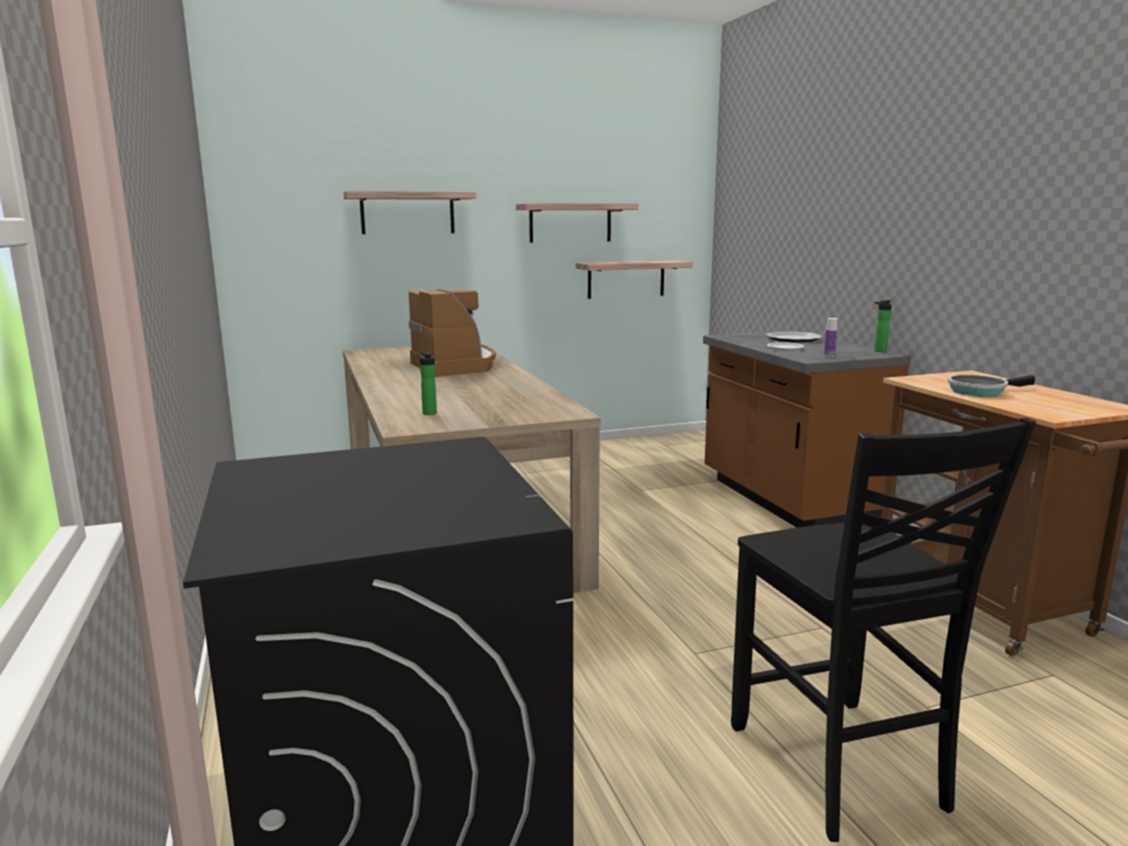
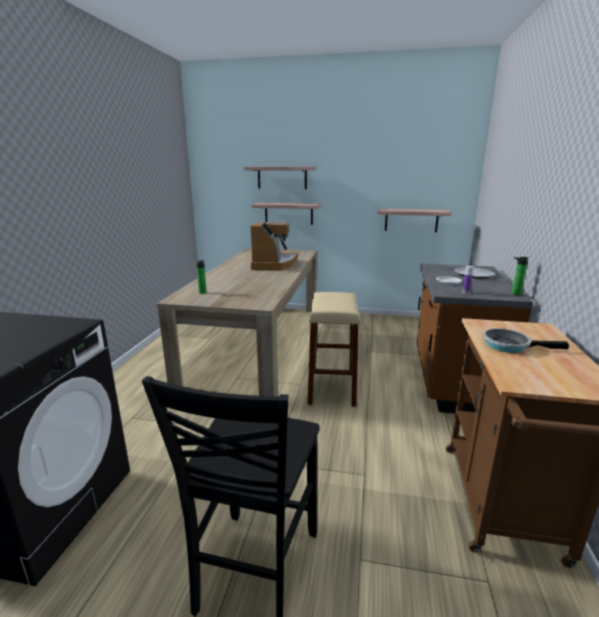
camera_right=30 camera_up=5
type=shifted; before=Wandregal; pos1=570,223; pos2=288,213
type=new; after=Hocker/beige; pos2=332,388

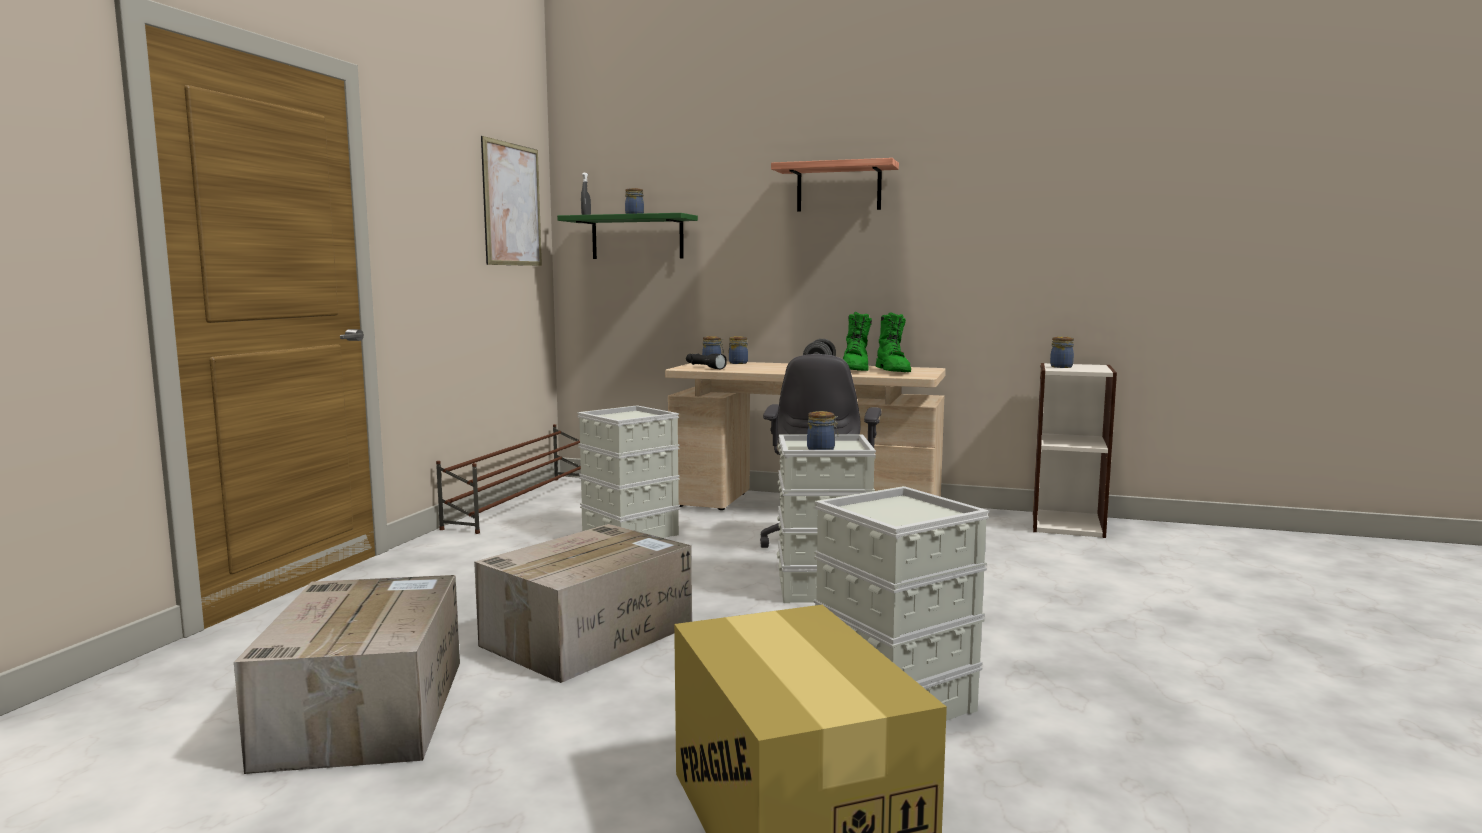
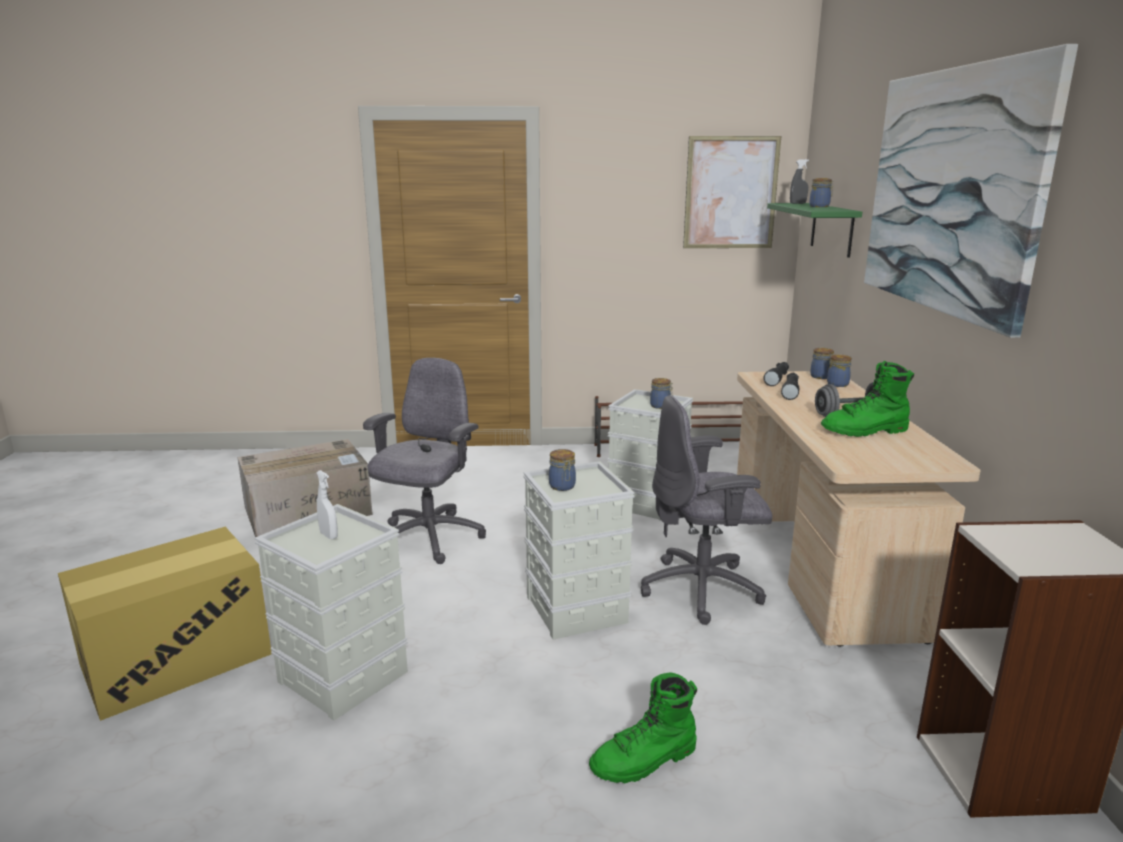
camera_right=70 camera_up=10
type=new; after=Sprühflasche/weiß; pos2=329,535
type=swapped; before=Karton; after=Bürostuhl/grau; pos1=590,634; pos2=428,539
type=shifted; before=Stiefel/grün; pos1=893,371; pos2=645,761
type=shifted; before=Vorratsglas; pos1=1061,367; pos2=661,406
type=new; after=Taschenlampe/schwarz; pos2=790,392
type=swapped; before=Wandregal; after=Bild; pos1=838,187; pos2=950,191

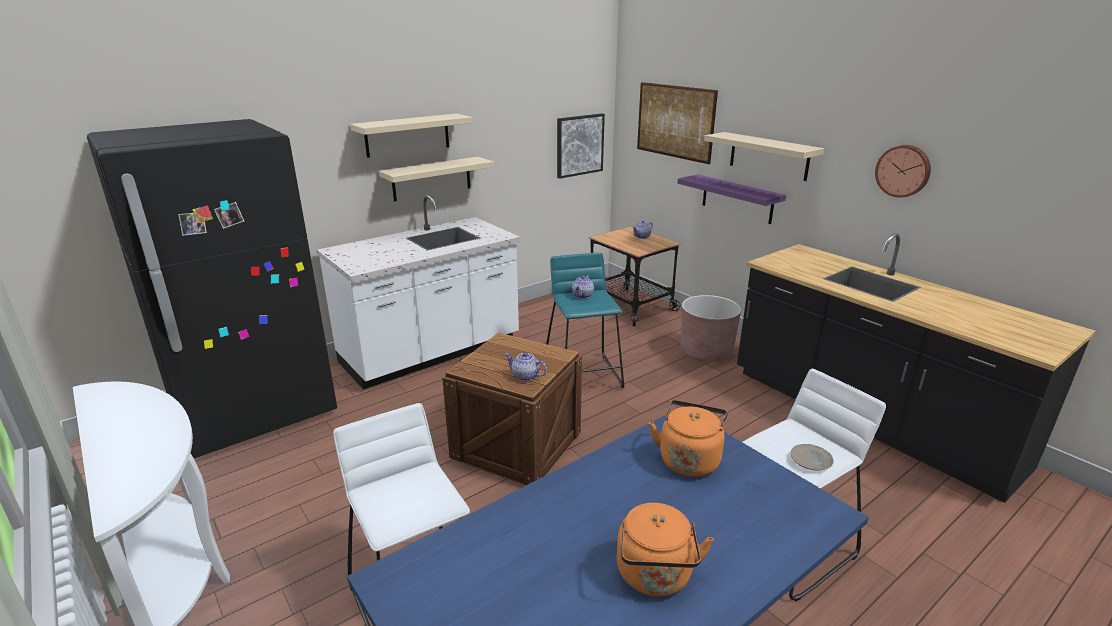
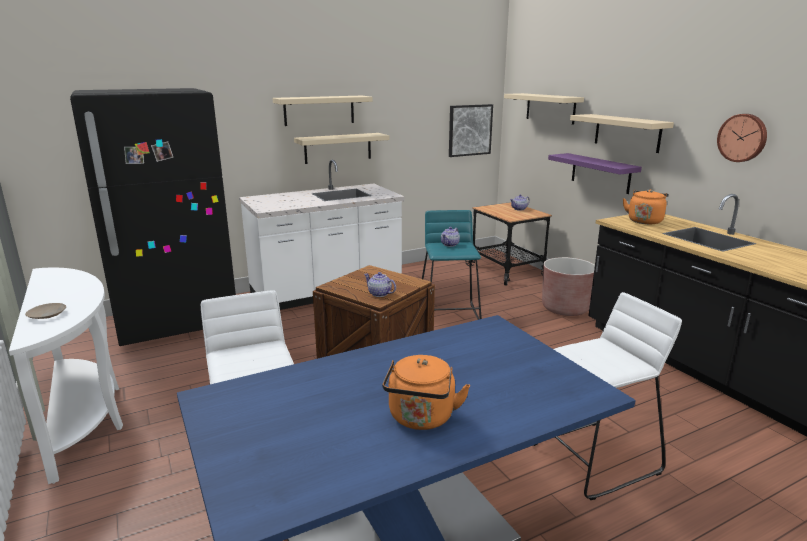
camera_right=10 camera_up=-5
type=shifted; before=Teller/beige; pos1=811,461; pos2=47,315
type=swapped; before=Bild; after=Wandregal/beige; pos1=674,121; pos2=550,108
type=shifted; before=Wasserkessel/orange; pos1=689,459; pos2=644,221

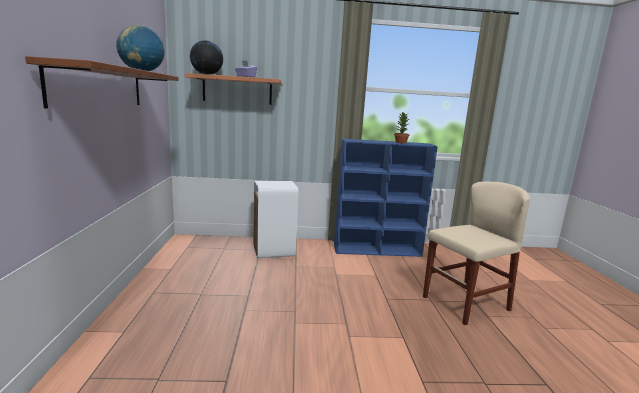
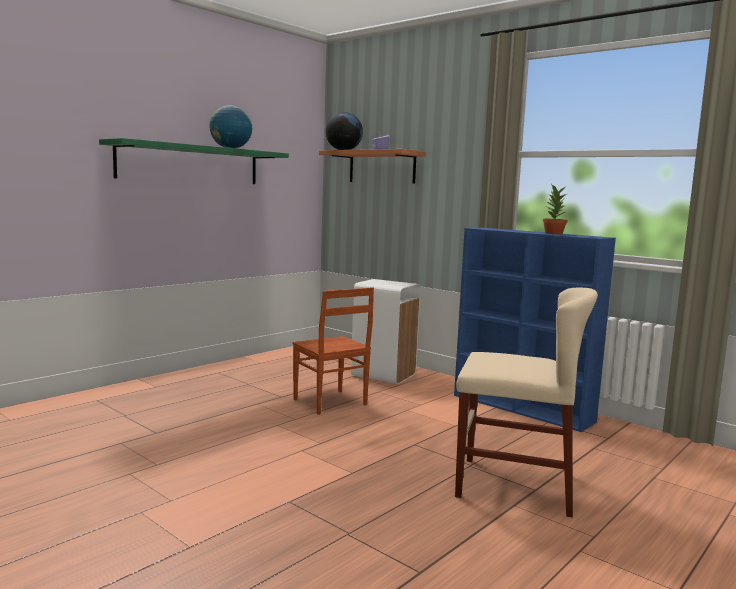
camera_right=45 camera_up=-5
type=repainted; before=Wandregal/braun; after=Wandregal/grün; pos1=100,87; pos2=190,164
type=new; after=Stuhl/braun; pos2=329,402

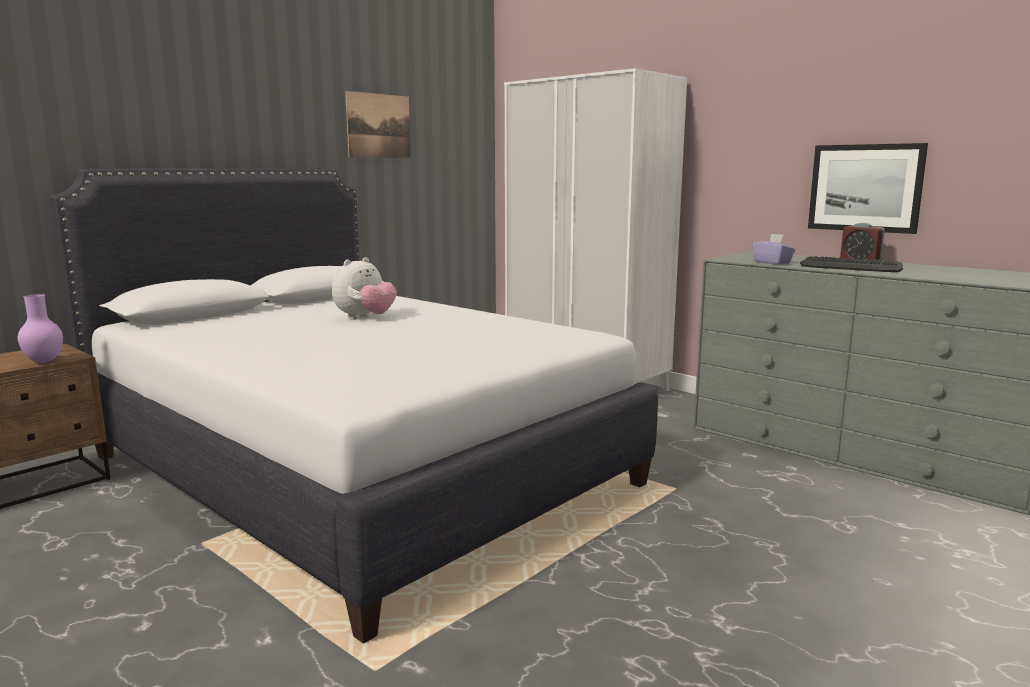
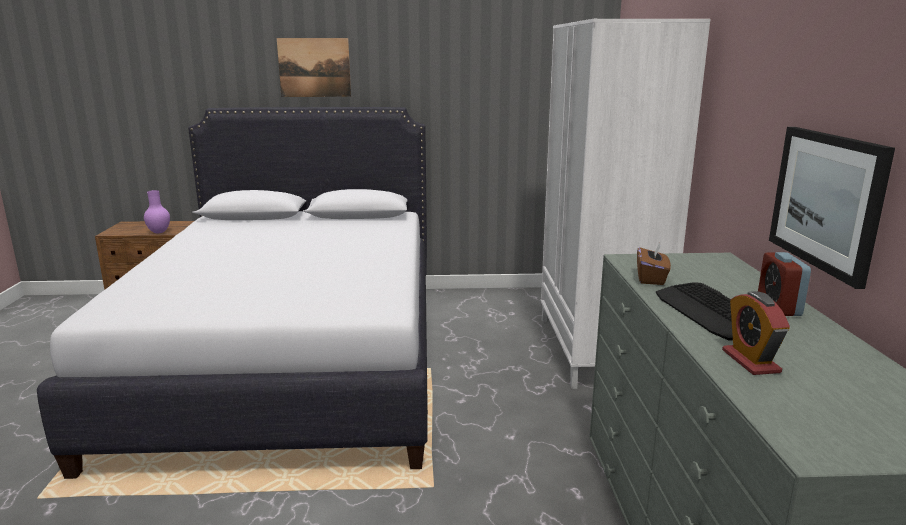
camera_right=45 camera_up=5
type=shifted; before=Bild; pos1=379,126; pos2=314,67
type=repainted; before=Taschentuchbox/lila; after=Taschentuchbox/braun; pos1=772,262; pos2=651,278
type=new; after=Wecker; pos2=750,361
type=gone; before=Plüschtier; pos1=365,318

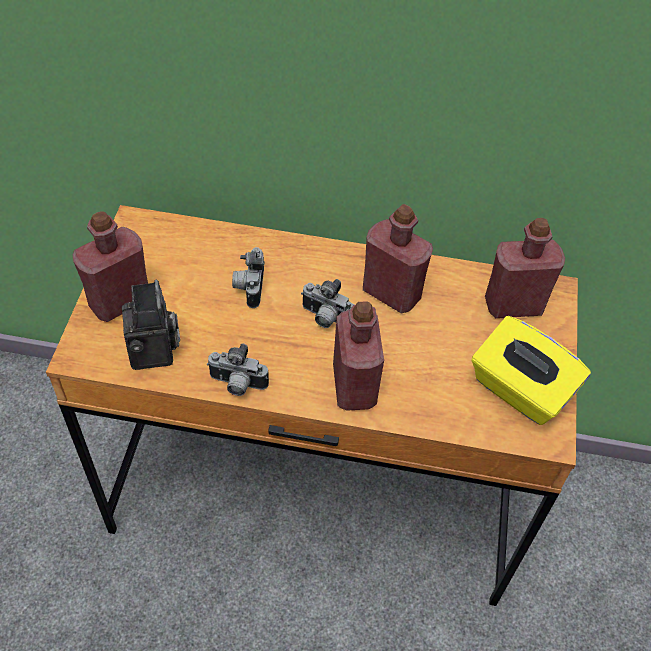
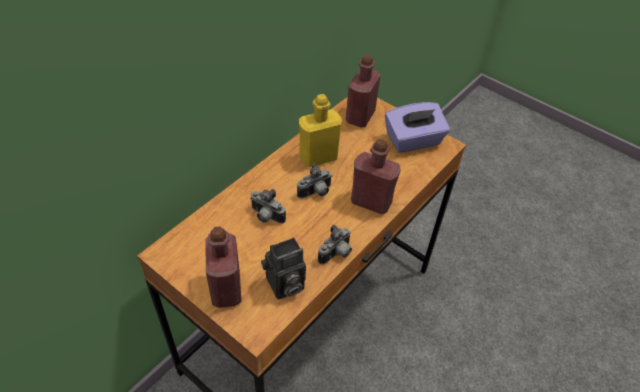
camera_right=-60 camera_up=-5
type=rotated; before=Kamera; pos1=155,353; pos2=284,286; turn=135
type=repainted; before=Flasche/rot; after=Flasche/gelb; pos1=391,293; pos2=318,157
type=repainted; before=Taschentuchbox/gelb; after=Taschentuchbox/lila; pos1=520,390; pos2=413,141

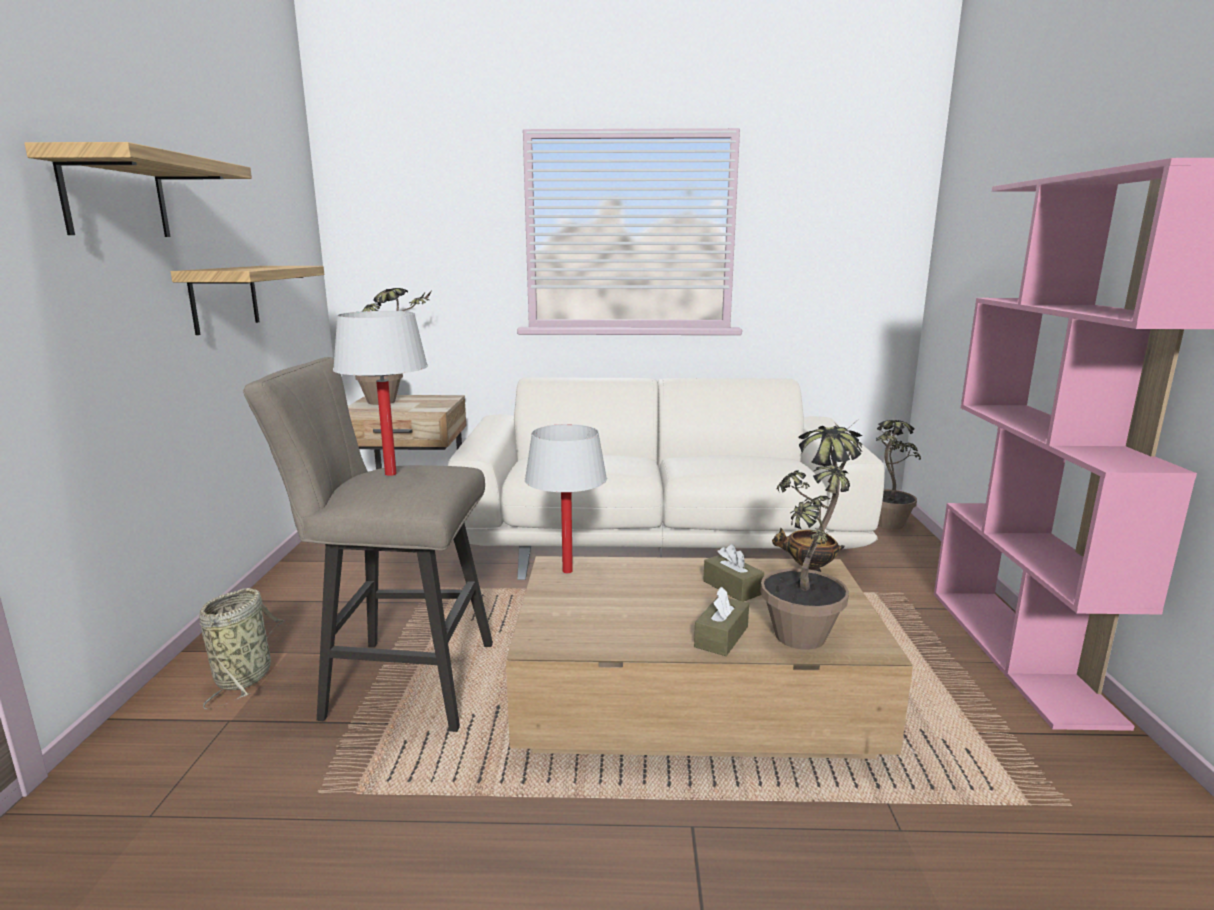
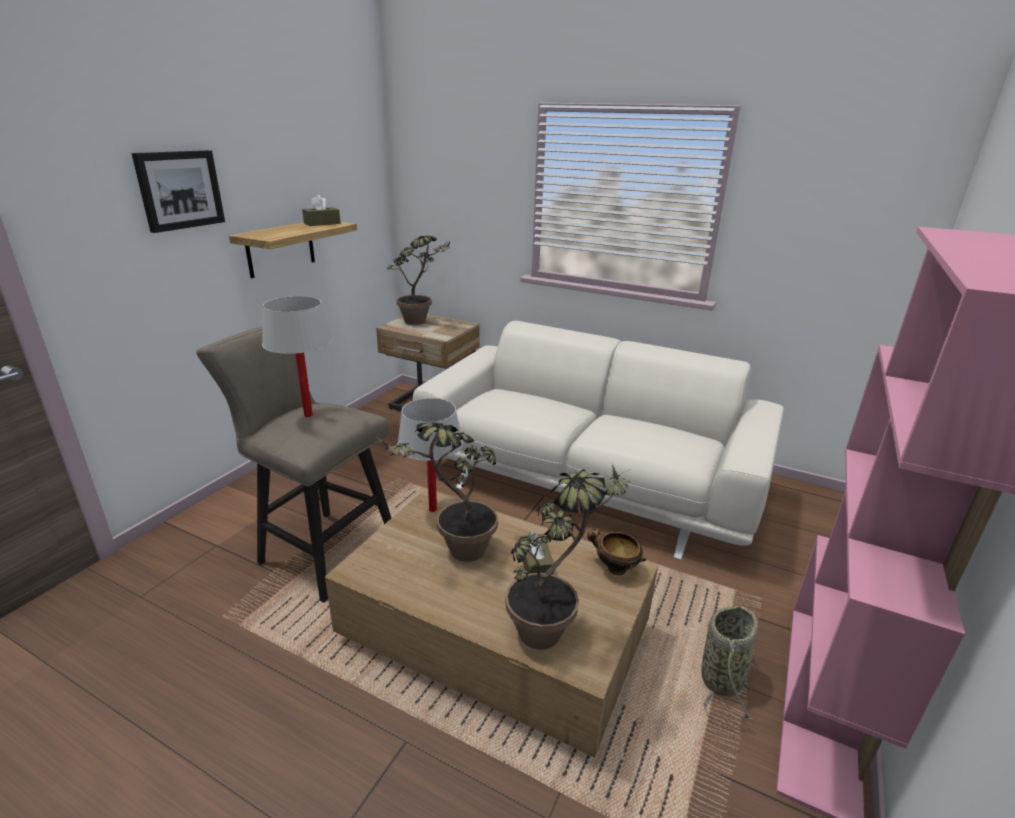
camera_right=25 camera_up=10
type=swapped; before=Wandregal; after=Bild; pos1=115,196; pos2=180,190
type=shifted; before=Taschentuchbox/braun; pos1=721,637; pos2=322,223
type=shifted; before=Topfpflanze; pos1=885,527; pos2=454,553
type=shifted; before=Korb; pos1=246,676; pos2=722,676

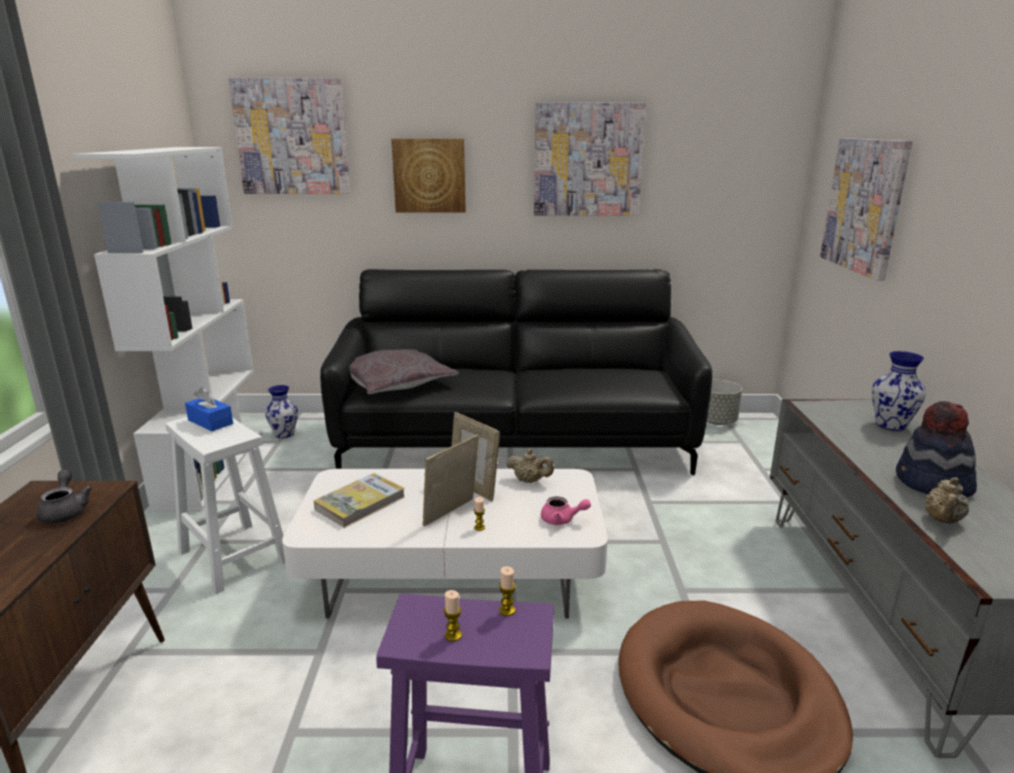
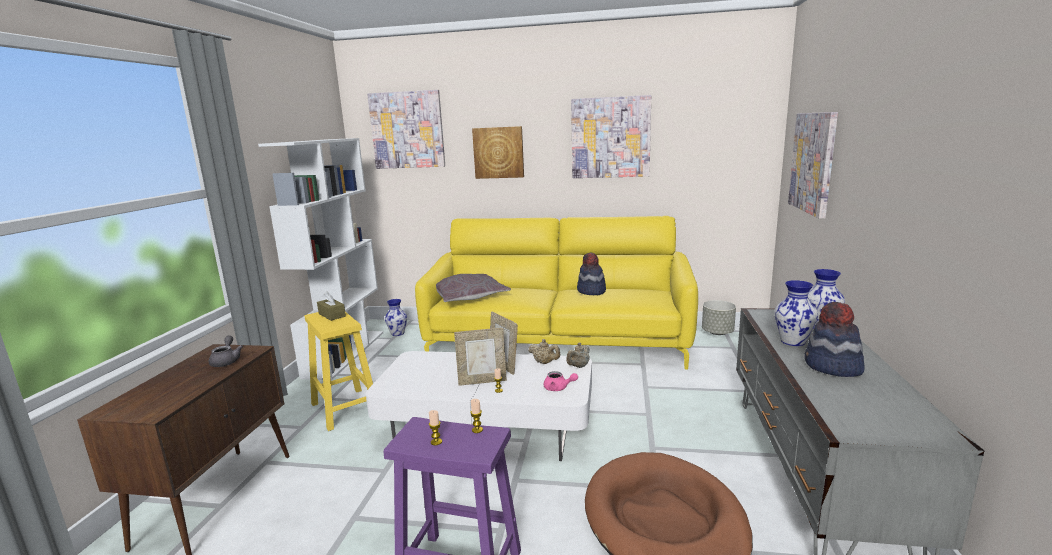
camera_right=10 camera_up=-5
type=repainted; before=Hocker/weiß; after=Hocker/gelb; pos1=232,555; pos2=344,408
type=repainted; before=Taschentuchbox/blau; after=Taschentuchbox/braun; pos1=210,422; pos2=332,315
type=repainted; before=Sofa/schwarz; after=Sofa/gelb; pos1=515,442; pos2=557,343
type=rotated; before=Bilderrahmen; pos1=451,513; pos2=482,381; turn=-150
type=shifted; before=Teekanne/beige; pos1=942,520; pos2=578,366
type=new; after=Hut; pos2=591,291
type=new; after=Vase; pos2=792,341
type=gone; before=Buch; pos1=360,503

